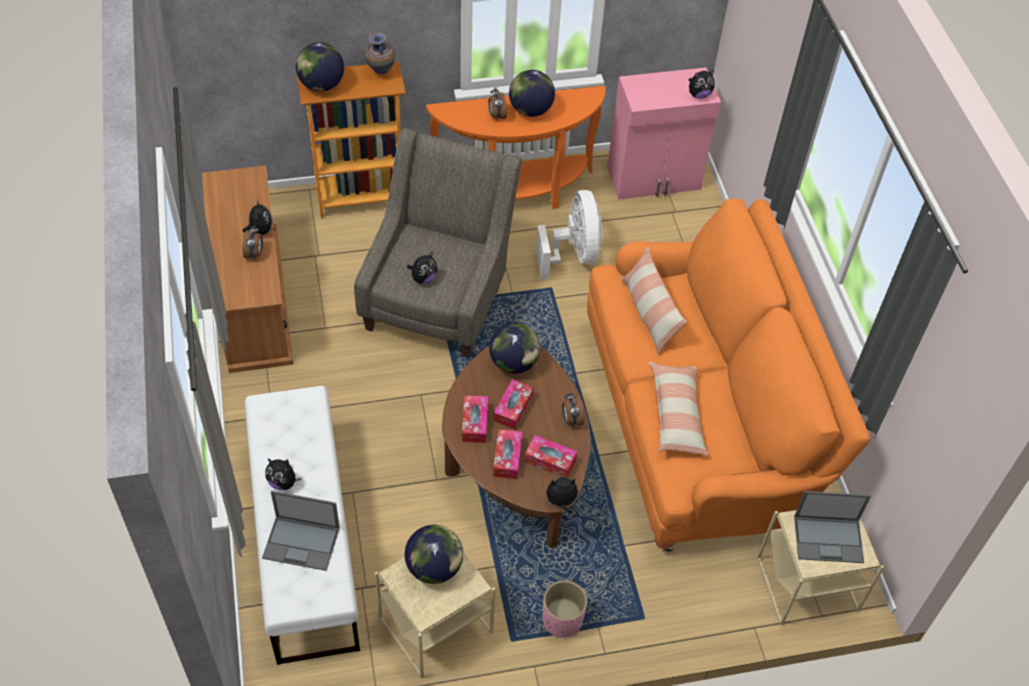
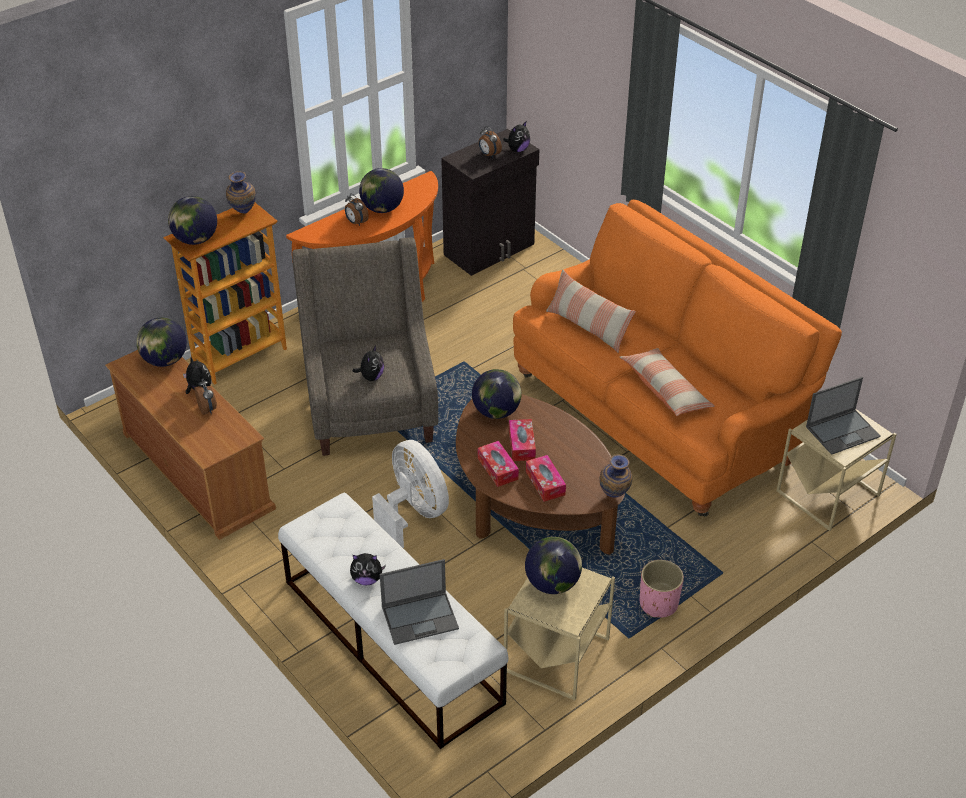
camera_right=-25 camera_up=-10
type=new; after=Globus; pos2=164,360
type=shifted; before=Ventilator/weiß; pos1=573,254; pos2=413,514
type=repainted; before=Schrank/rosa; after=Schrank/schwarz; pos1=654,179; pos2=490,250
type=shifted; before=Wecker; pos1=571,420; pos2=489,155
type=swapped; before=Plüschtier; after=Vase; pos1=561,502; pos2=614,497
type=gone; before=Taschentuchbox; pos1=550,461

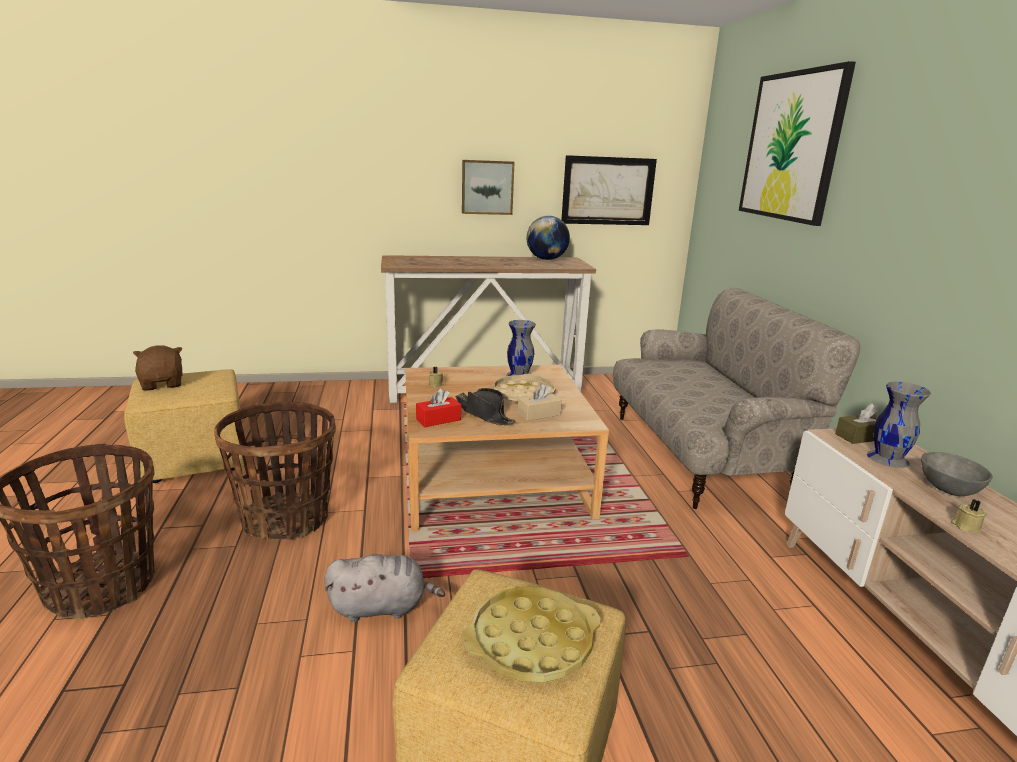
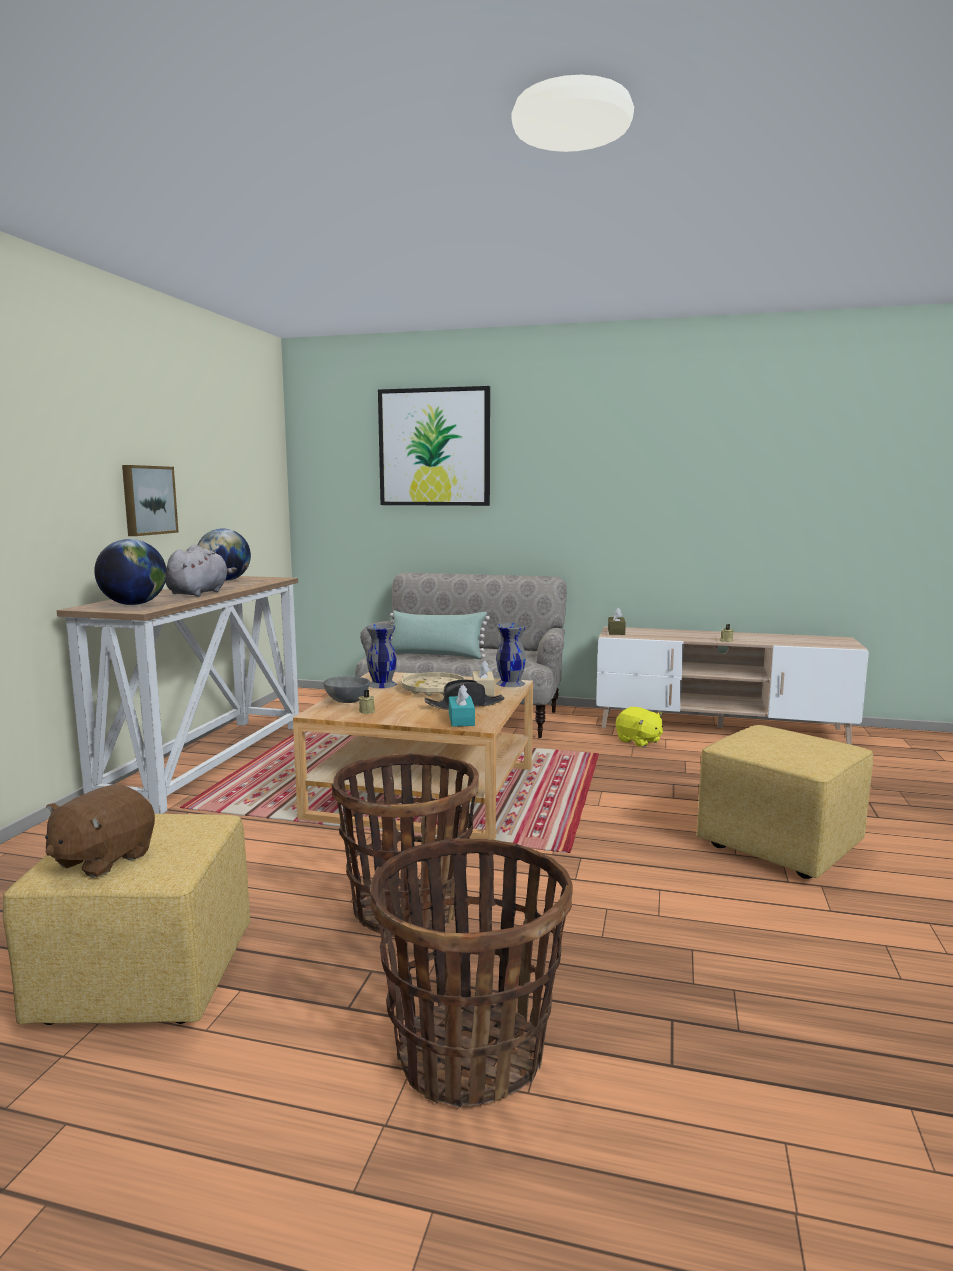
camera_right=-65 camera_up=-10
type=rotated; before=Plüschtier/braun; pos1=163,384; pos2=102,859; turn=-60
type=new; after=Globus; pos2=133,604
type=shifted; before=Plüschtier/grau; pos1=382,607; pos2=199,593
type=shifted; before=Schüssel/grau; pos1=947,488; pos2=346,701
type=new; after=Kissen/grün; pos2=436,655
type=repainted; before=Taschentuchbox/rot; after=Taschentuchbox/türkis; pos1=438,419; pos2=461,719
type=shifted; before=Vase/grau; pos1=887,458; pos2=510,683
type=new; after=Plüschtier/gelb; pos2=639,741
type=gone; before=Tablett/gelb; pos1=531,641
type=gone; before=Bild; pos1=607,191

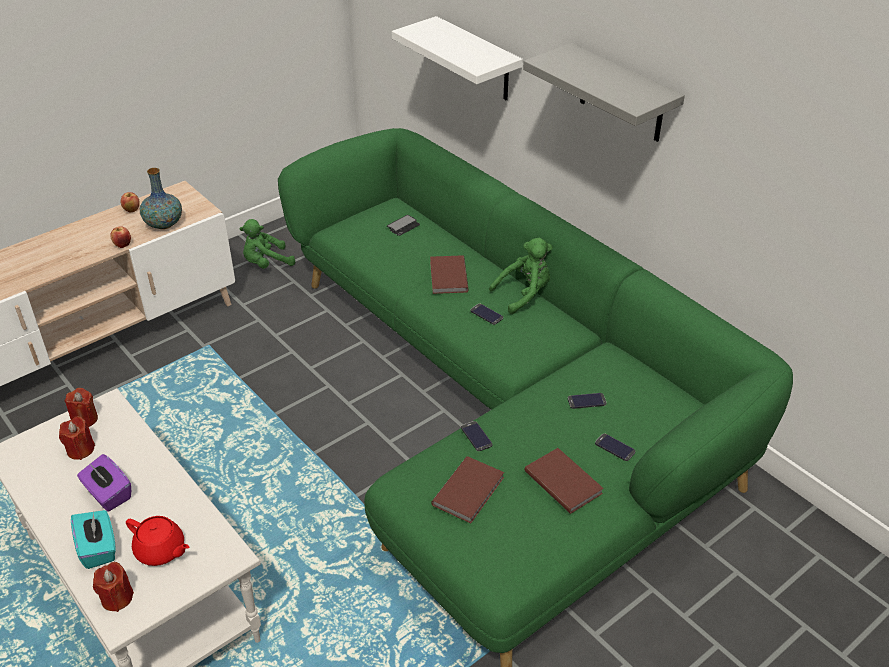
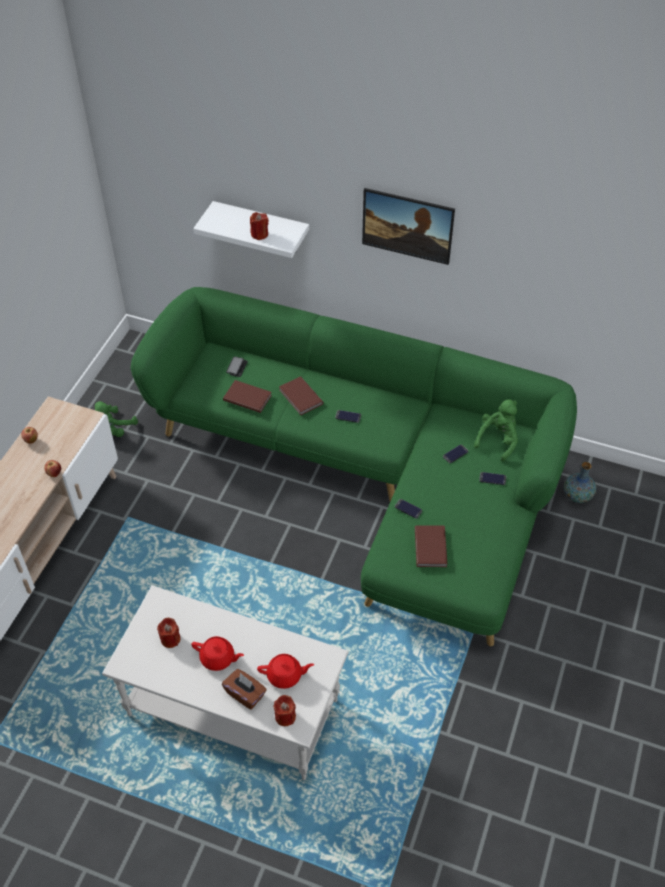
camera_right=-30 camera_up=10
type=swapped; before=Taschentuchbox/lila; after=Teekanne/rot; pos1=108,494; pos2=218,658
type=repainted; before=Taschentuchbox/türkis; after=Taschentuchbox/braun; pos1=98,549; pos2=245,694
type=shifted; before=Buch/braun; pos1=563,481; pos2=247,397
type=shifted; before=Kerze/rot; pos1=84,419; pos2=259,234
type=swapped; before=Wandregal/grau; after=Bild; pos1=622,94; pos2=406,239
type=shifted; before=Plüschtier/grün; pos1=524,294; pos2=498,440
type=shifted; before=Vase; pos1=164,224; pos2=577,496

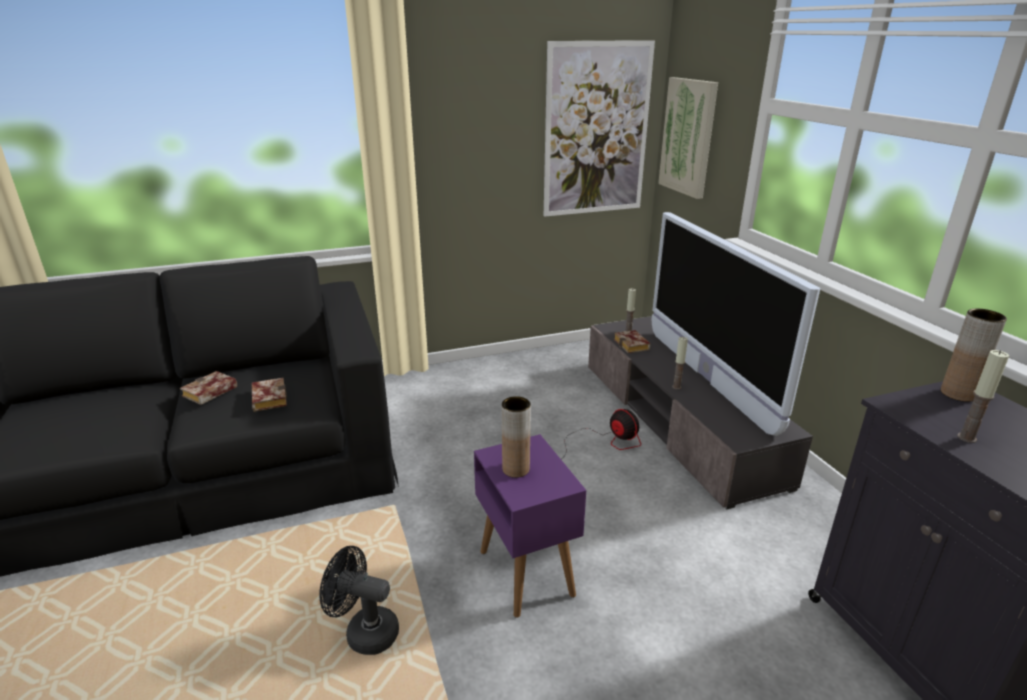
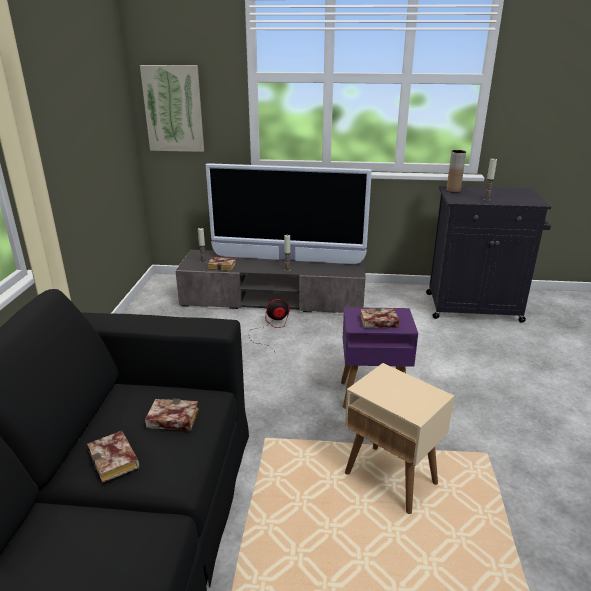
camera_right=-65 camera_up=0
type=swapped; before=Ventilator/schwarz; after=Beistelltisch/beige; pos1=364,632; pos2=391,478
type=swapped; before=Vase/braun; after=Buch; pos1=516,469; pos2=377,322
type=gone; before=Bild; pos1=596,130

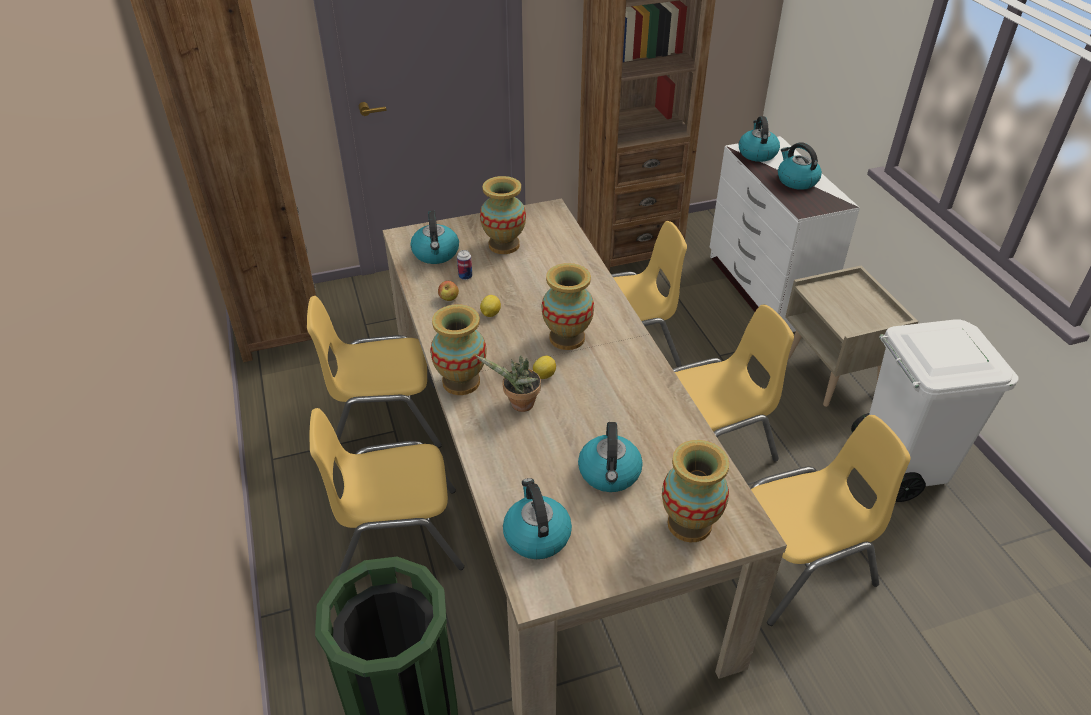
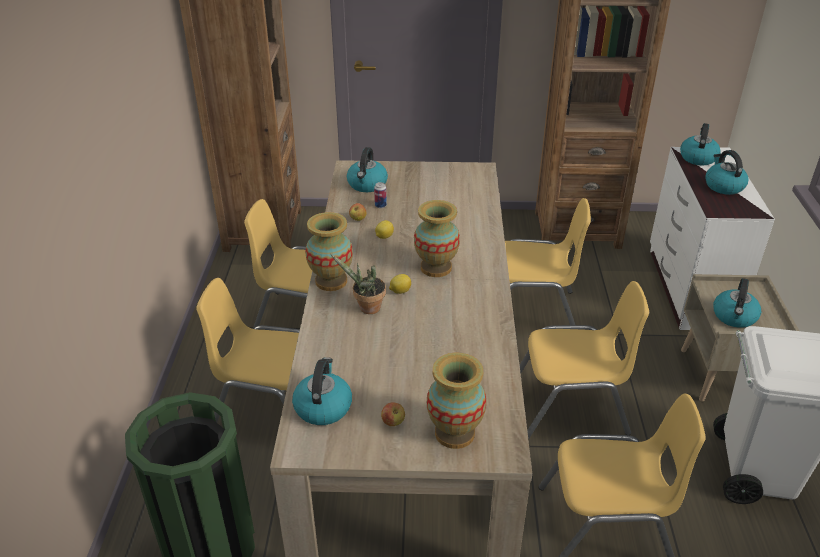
camera_right=20 camera_up=-5
type=new; after=Apfel; pos2=393,422
type=shifted; before=Wasserkessel; pos1=609,474; pos2=734,317
type=gone; before=Vase; pos1=504,245

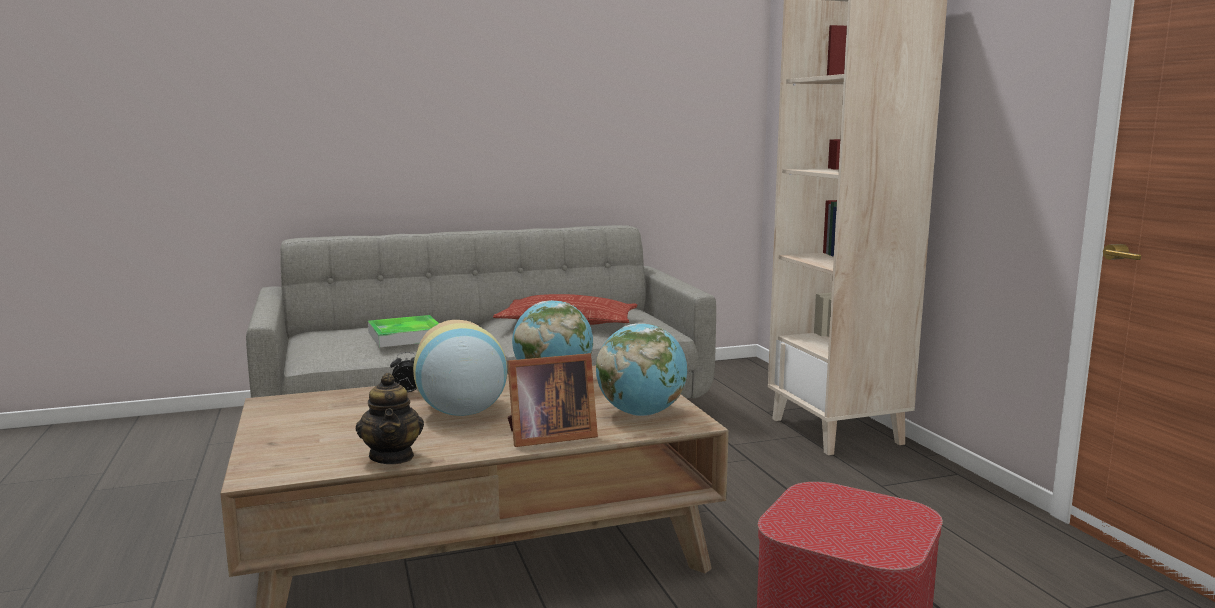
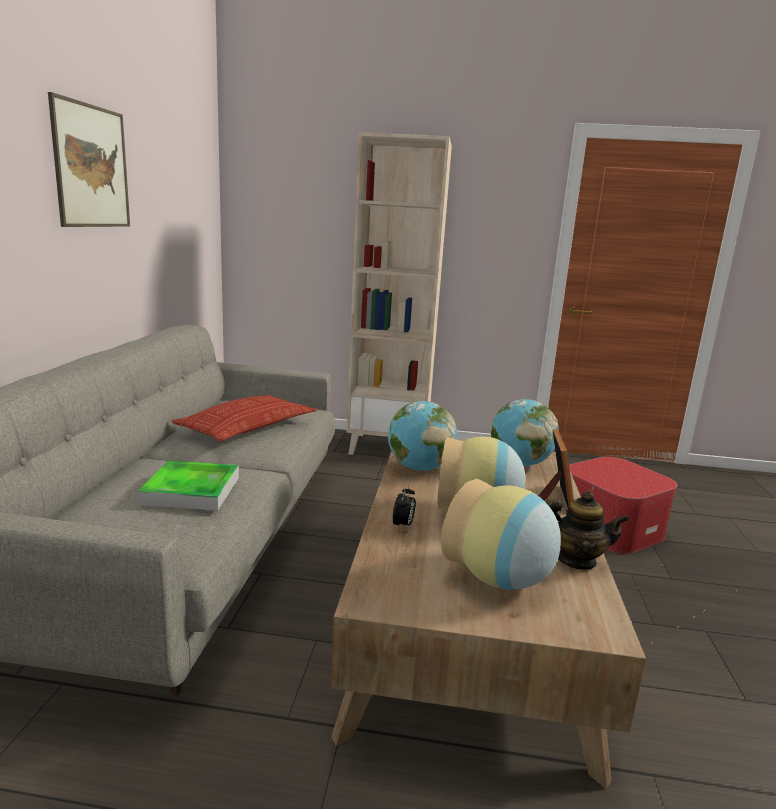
camera_right=-65 camera_up=5
type=new; after=Bild; pos2=92,167
type=new; after=Vase; pos2=500,579

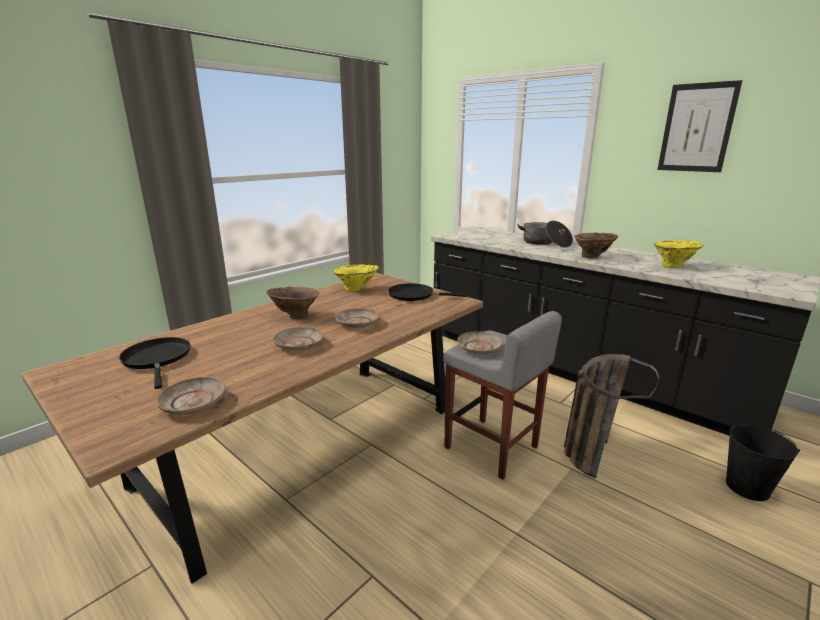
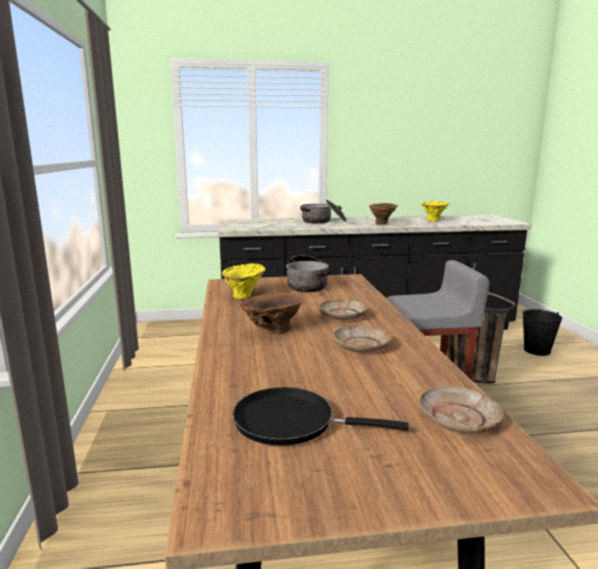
camera_right=-50 camera_up=-5
type=swapped; before=Pfanne/schwarz; after=Kochtopf; pos1=414,295; pos2=307,284
type=gone; before=Teller/beige; pos1=479,348
type=gone; before=Bild; pos1=697,128

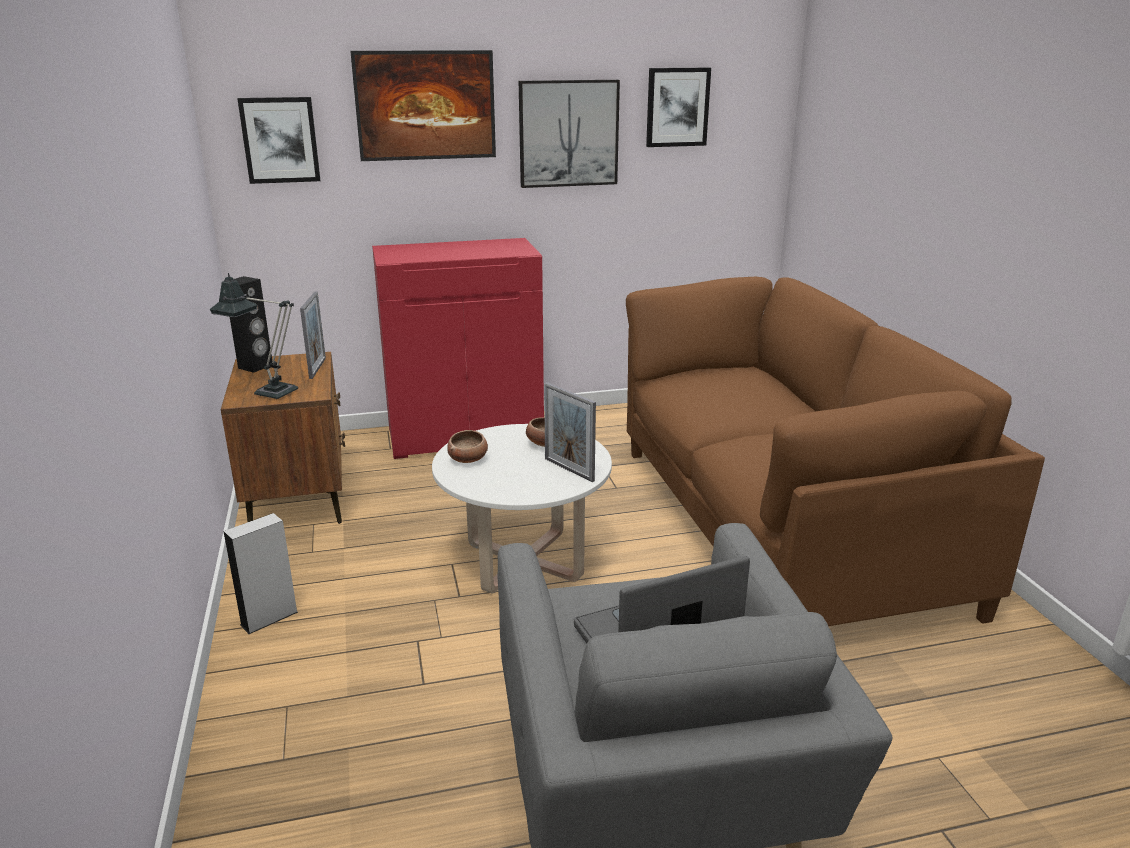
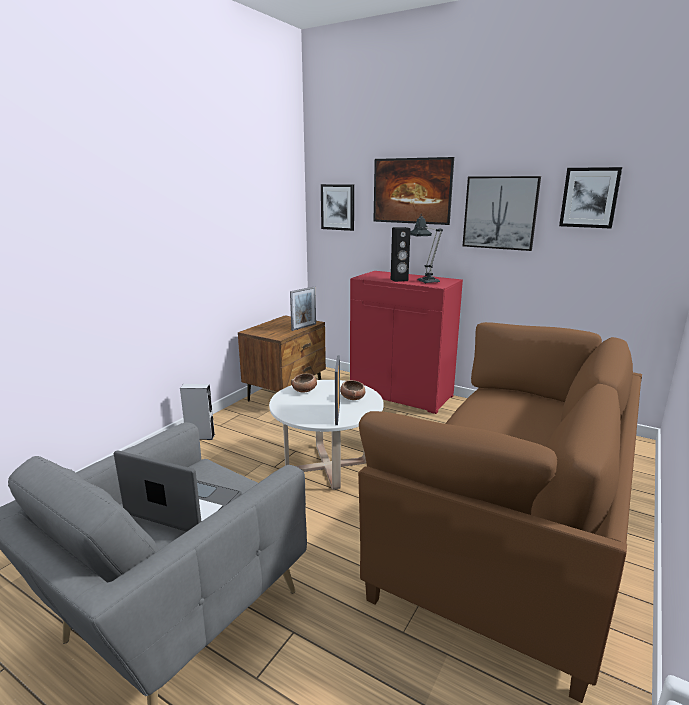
camera_right=45 camera_up=-5
type=shifted; before=Lautsprecher/schwarz; pos1=256,366; pos2=399,280
type=shifted; before=Tischlampe; pos1=269,391; pos2=425,281

